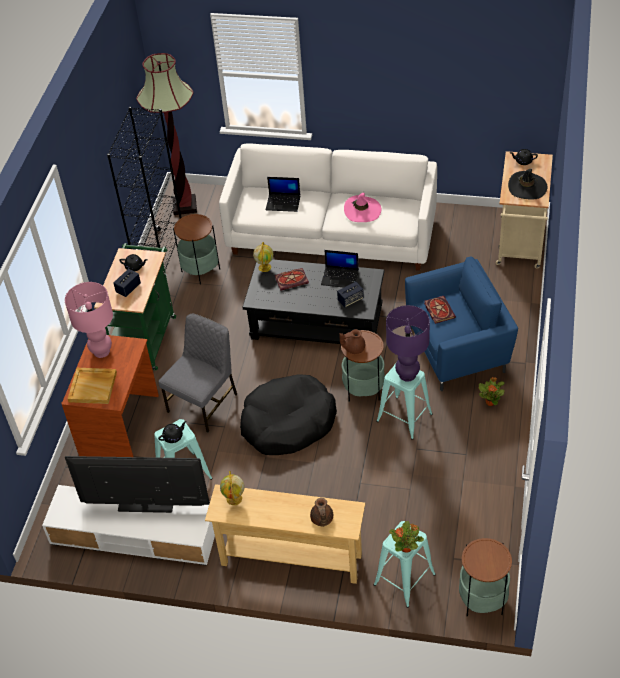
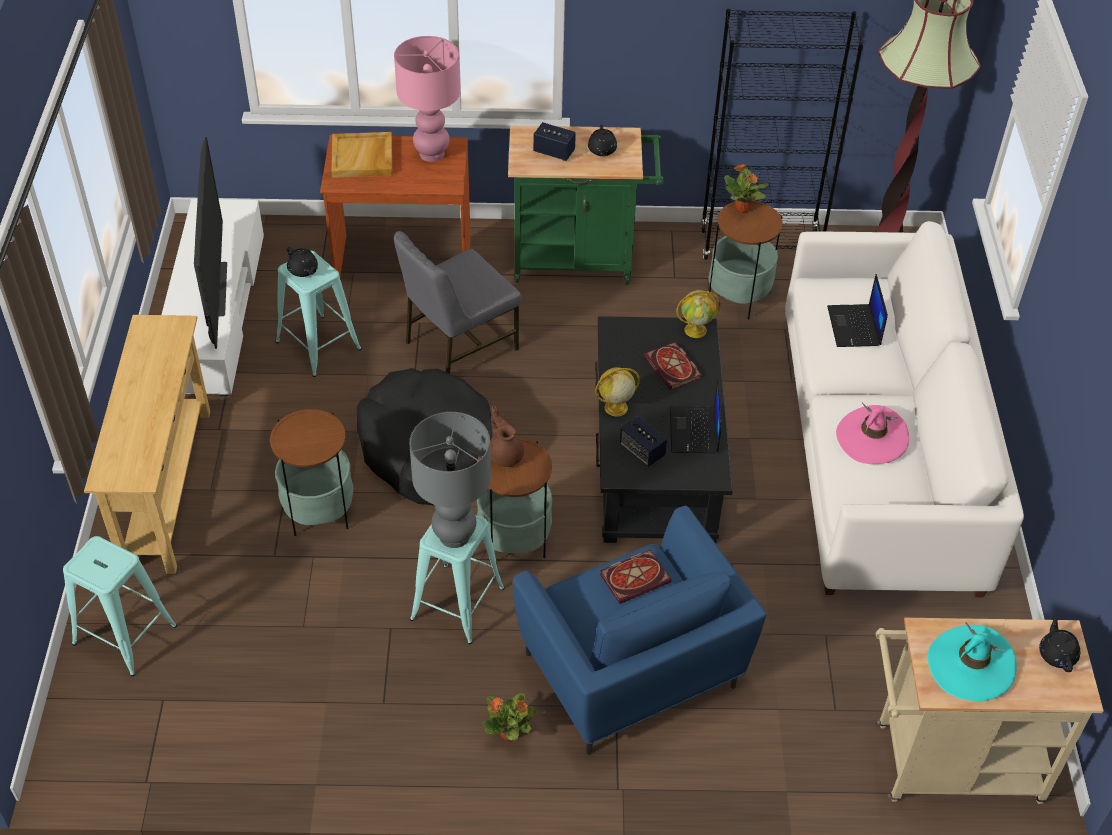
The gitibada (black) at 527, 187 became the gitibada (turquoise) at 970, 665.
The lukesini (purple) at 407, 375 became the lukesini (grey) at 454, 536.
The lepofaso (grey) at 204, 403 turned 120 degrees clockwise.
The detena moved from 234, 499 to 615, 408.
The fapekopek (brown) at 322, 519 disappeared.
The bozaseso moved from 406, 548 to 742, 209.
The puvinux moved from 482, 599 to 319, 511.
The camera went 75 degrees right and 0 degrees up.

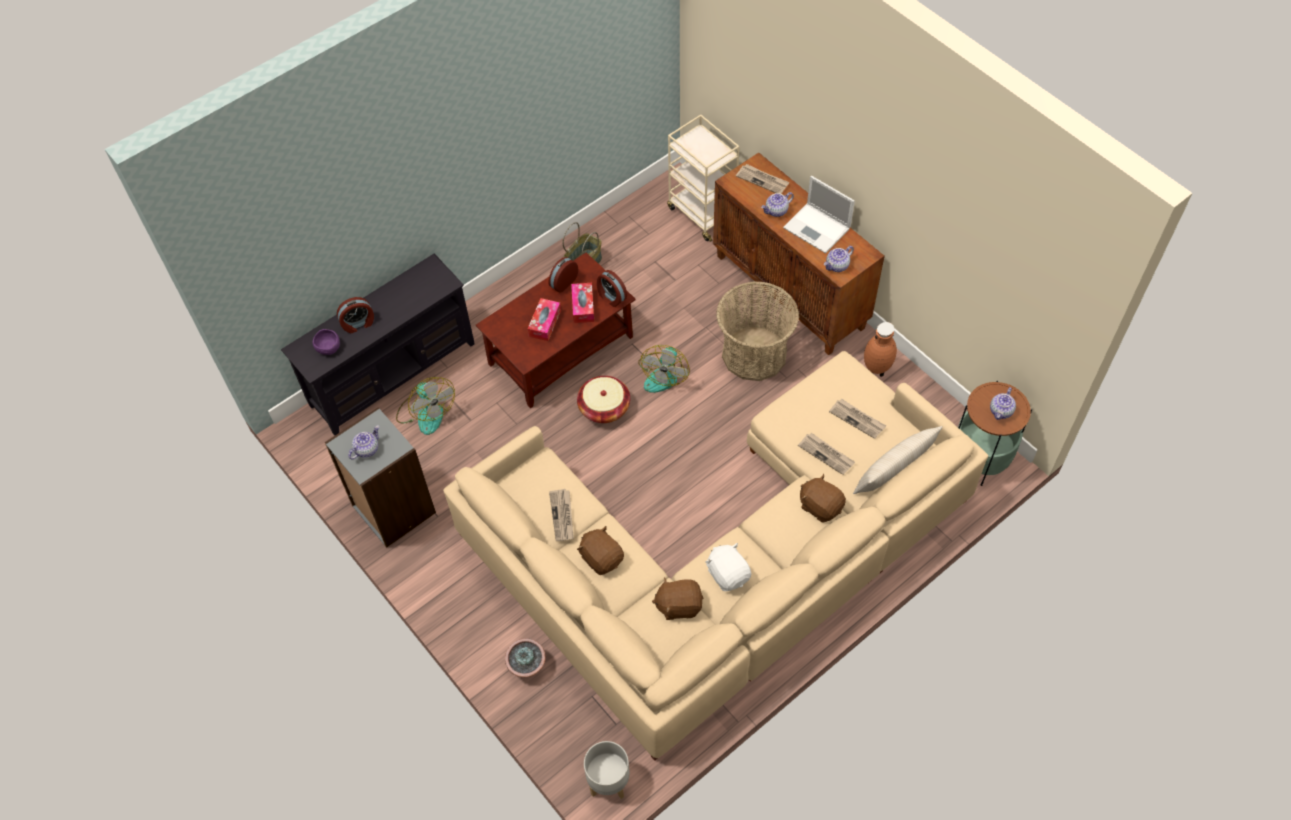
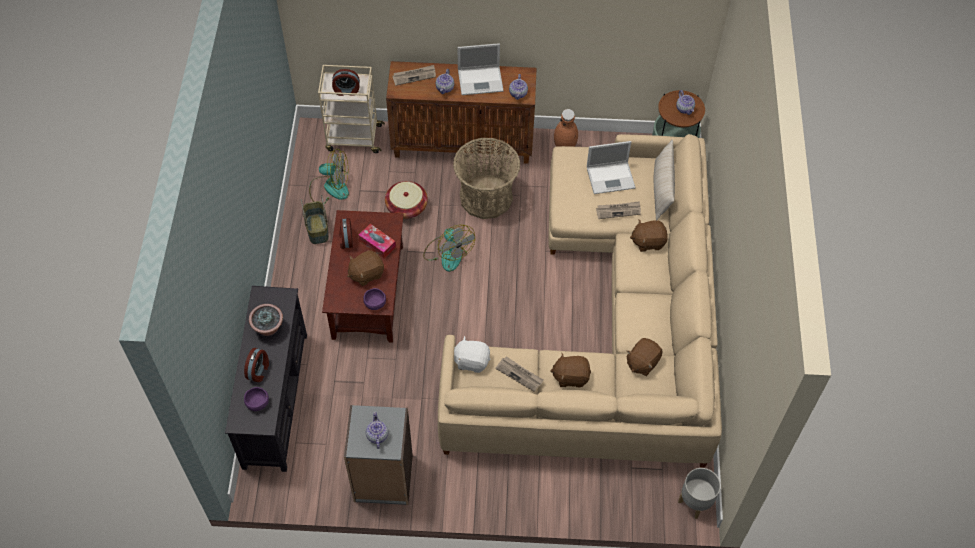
The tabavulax moved from 611, 297 to 346, 91.
The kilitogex at 545, 323 was replaced by the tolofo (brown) at 366, 274.
The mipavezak moved from 604, 408 to 406, 207.
The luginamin moved from 426, 412 to 330, 188.
The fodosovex at 857, 419 was replaced by the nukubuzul at 611, 177.
The tolofo (white) moved from 728, 574 to 471, 361.
The bozaseso moved from 527, 666 to 268, 328.
The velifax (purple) at 375, 303 appeared.
The camera went 50 degrees left and 0 degrees up.

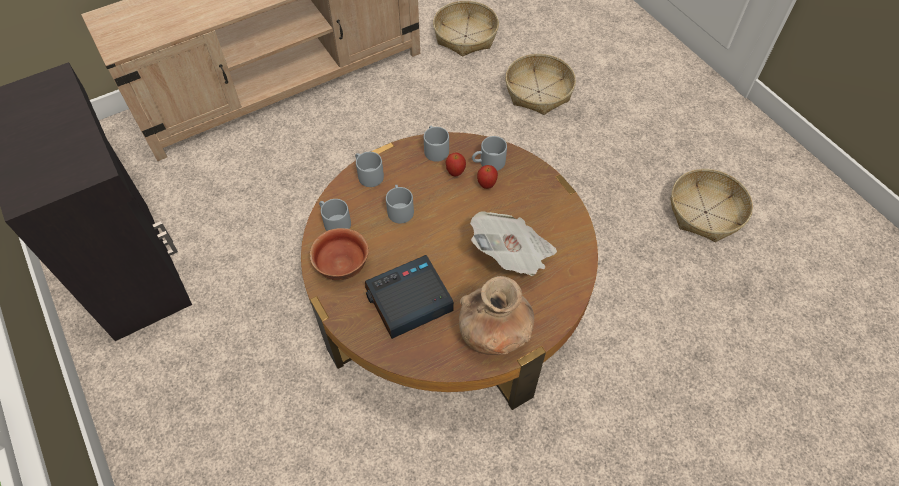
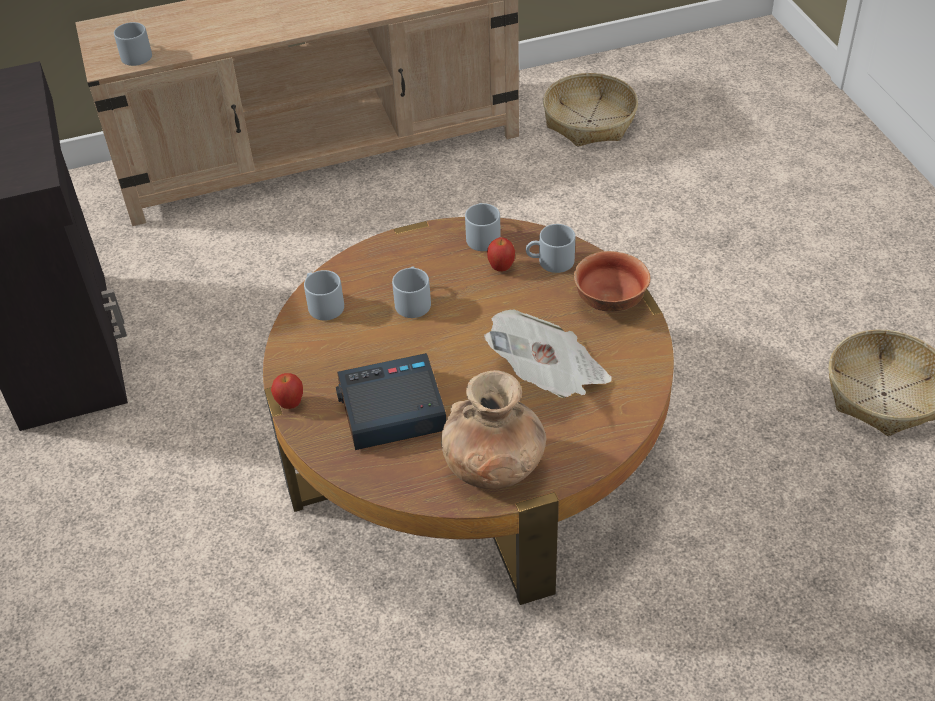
The mipavezak at 538, 91 disappeared.
The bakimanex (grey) moved from 367, 174 to 134, 54.
The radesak moved from 486, 185 to 290, 404.
The velifax moved from 342, 265 to 609, 300.
The camera went 15 degrees right and 10 degrees down.

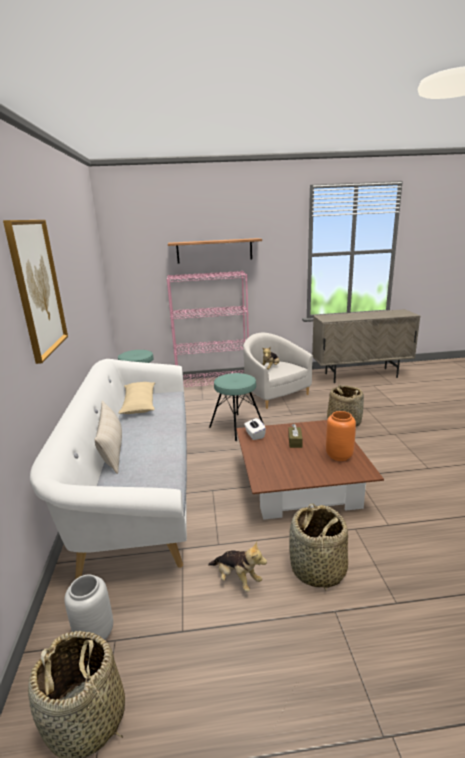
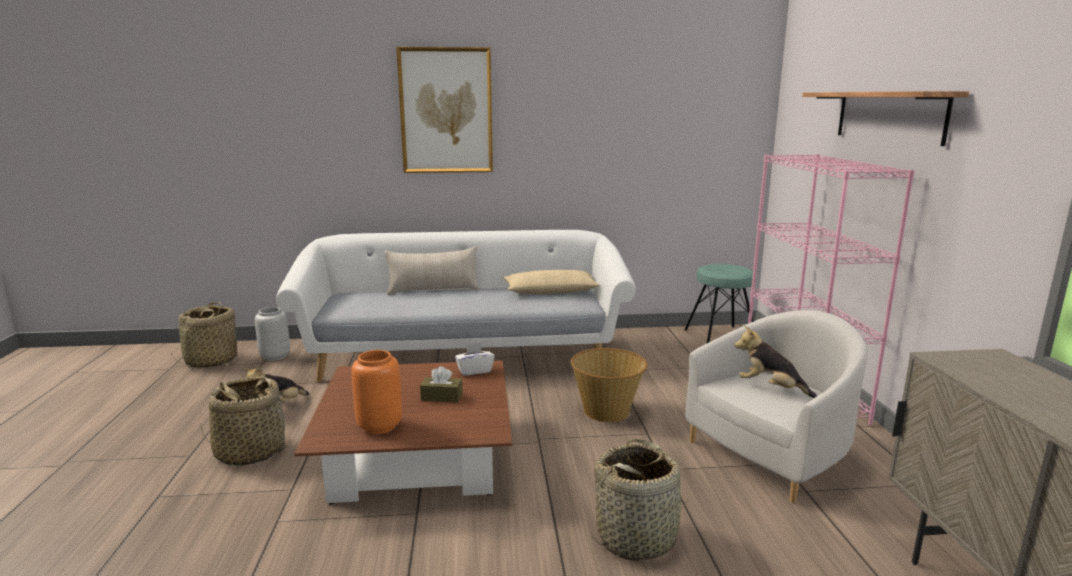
The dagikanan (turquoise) at 236, 427 was replaced by the mipavezak at 607, 411.
The camera went 90 degrees right and 5 degrees down.

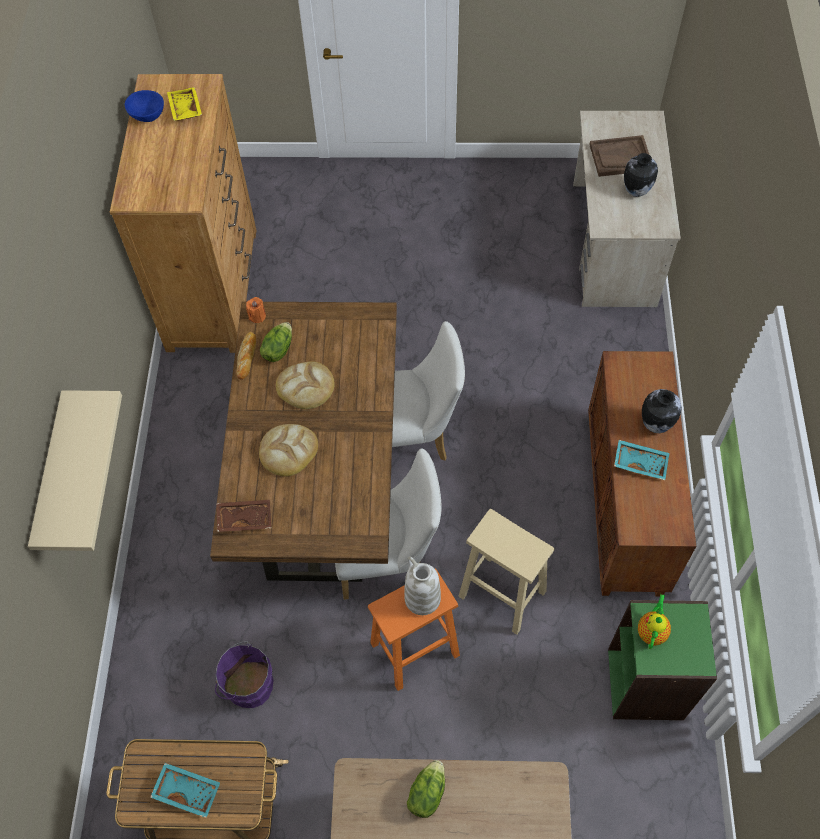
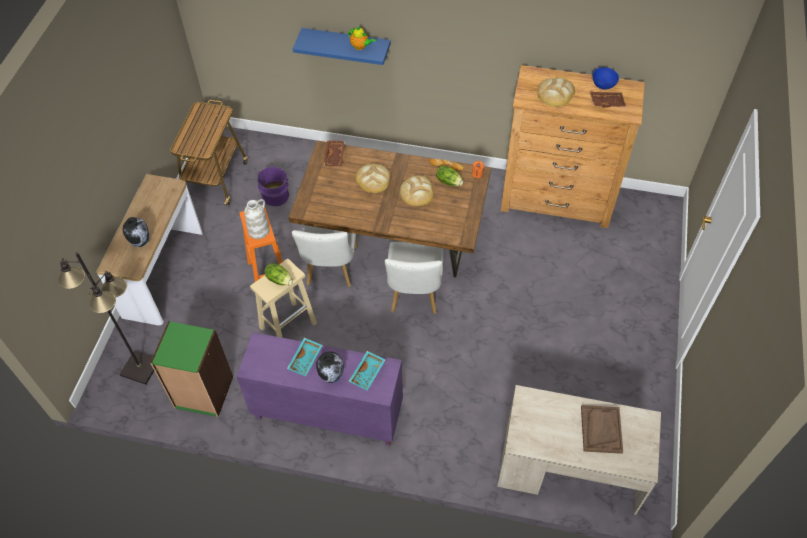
The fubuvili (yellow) at 184, 109 became the fubuvili (brown) at 606, 102.
The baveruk moved from 635, 191 to 141, 242.
The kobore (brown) at 625, 507 became the kobore (purple) at 327, 414.
The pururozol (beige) at 52, 476 became the pururozol (blue) at 346, 44.
The fapekopek moved from 652, 630 to 360, 47.
The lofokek moved from 426, 793 to 279, 279.
The fubuvili (turquoise) moved from 187, 790 to 368, 373.
The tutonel at 555, 94 appeared.
The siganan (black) at 140, 367 appeared.
The camera went 100 degrees right and 5 degrees down.

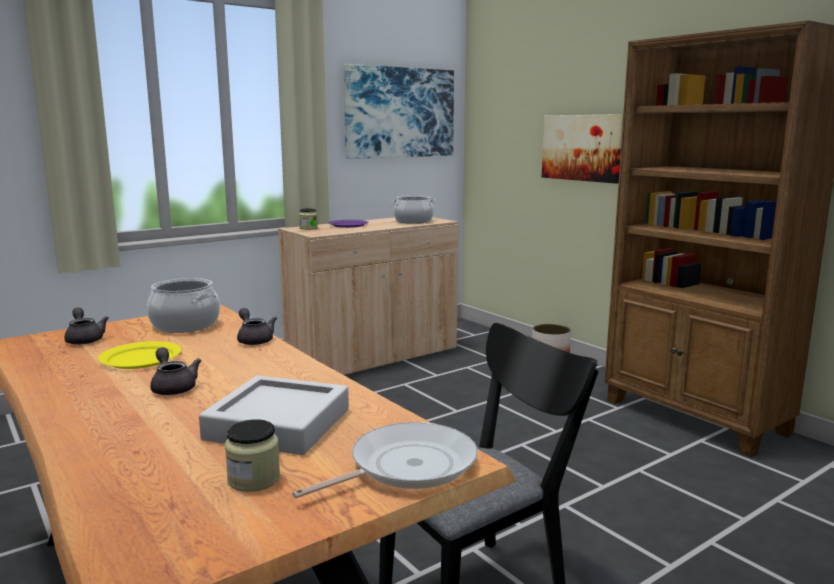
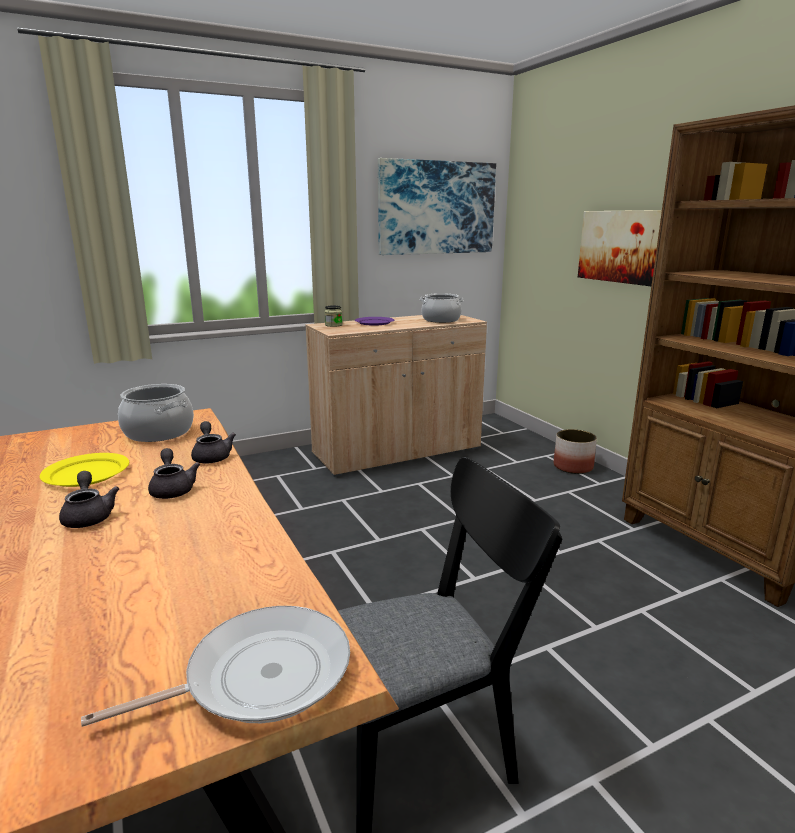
The fapekopek (grey) moved from 85, 339 to 172, 489.
The fubuvili (grey) at 278, 424 disappeared.
The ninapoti at 254, 479 disappeared.
The camera went 10 degrees right and 5 degrees up.

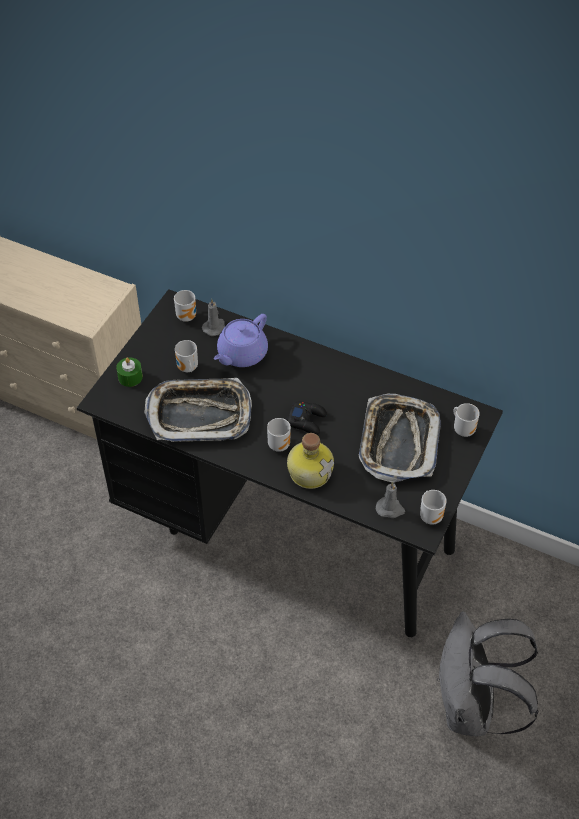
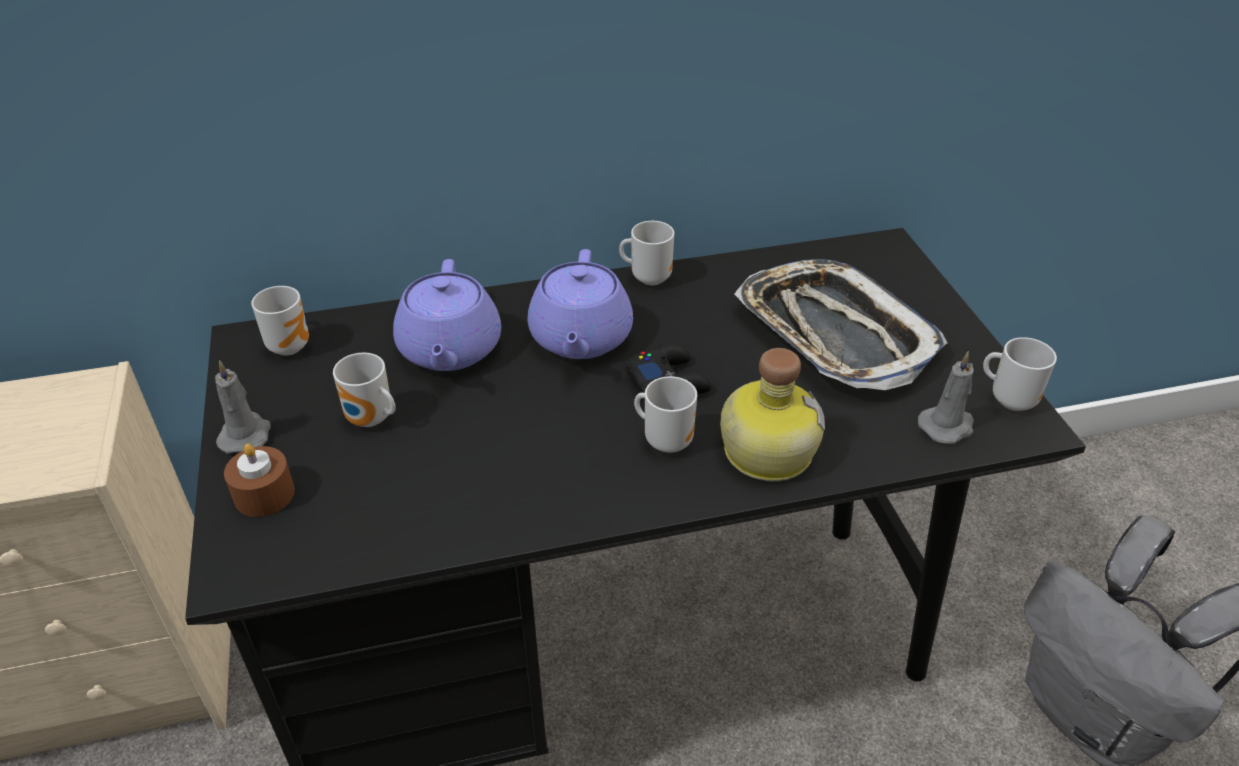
The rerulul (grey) moved from 214, 327 to 246, 434.
The rerulul (green) at 130, 377 became the rerulul (brown) at 264, 494.
The fubuvili at 199, 414 disappeared.
The bakimanex moved from 463, 429 to 648, 277.
The fapekopek (purple) at 580, 338 appeared.
The camera went 40 degrees left and 10 degrees down.

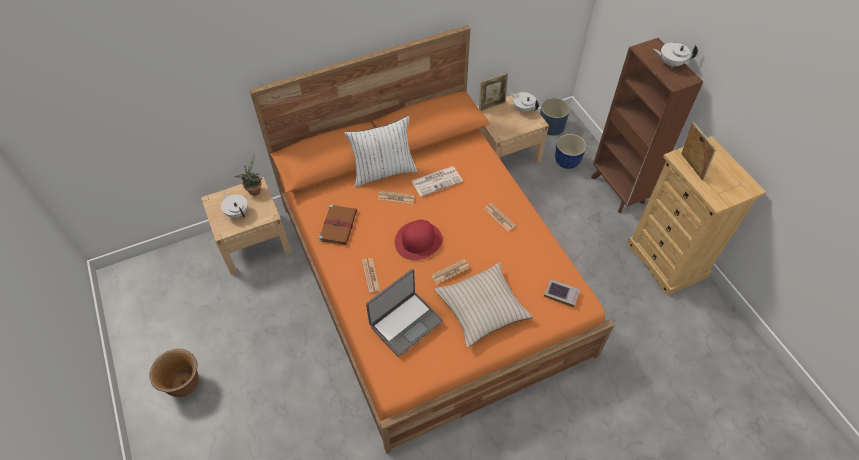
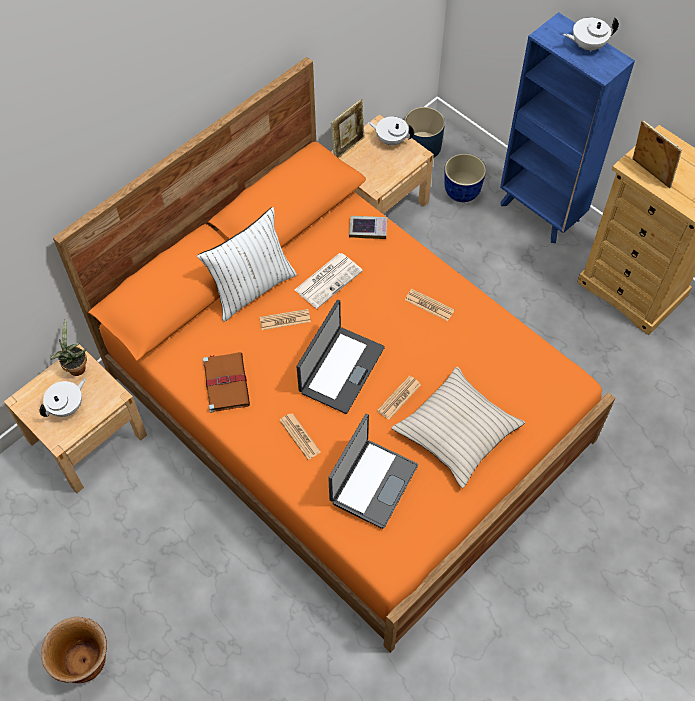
The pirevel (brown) at 618, 190 became the pirevel (blue) at 540, 213.
The fapekopek (white) at 237, 212 turned 105 degrees clockwise.
The gitibada (red) at 418, 240 was replaced by the nukubuzul at 340, 369.
The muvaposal moved from 561, 294 to 368, 229.
The camera went 20 degrees left and 5 degrees up.

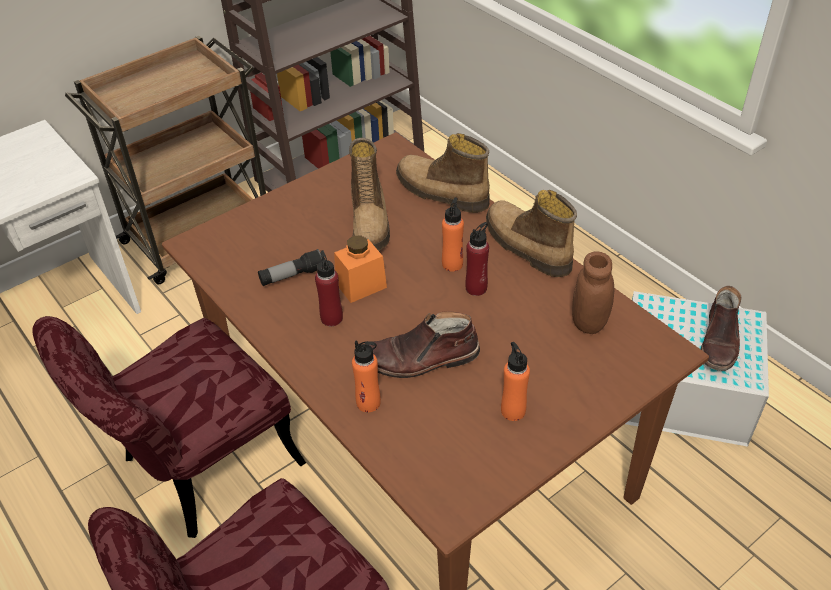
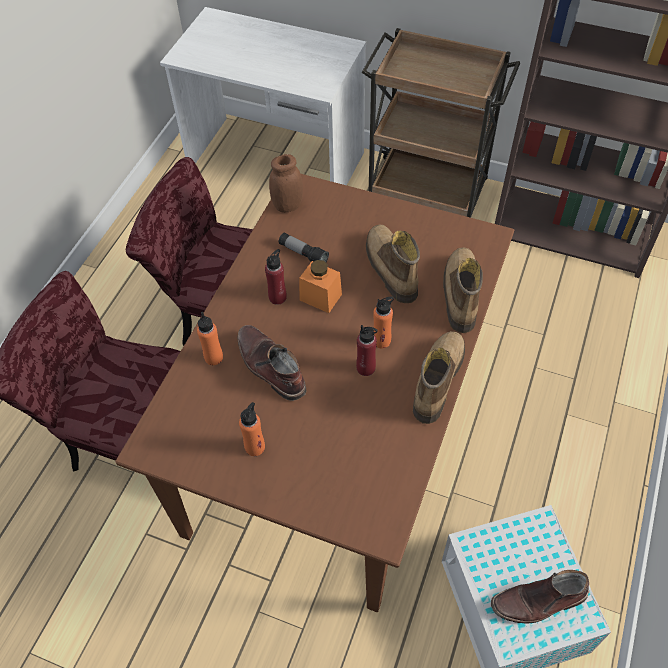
The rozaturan at 370, 223 turned 105 degrees clockwise.
The ninapoti (brown) moved from 588, 322 to 287, 206.
The camera went 60 degrees right and 10 degrees up.

